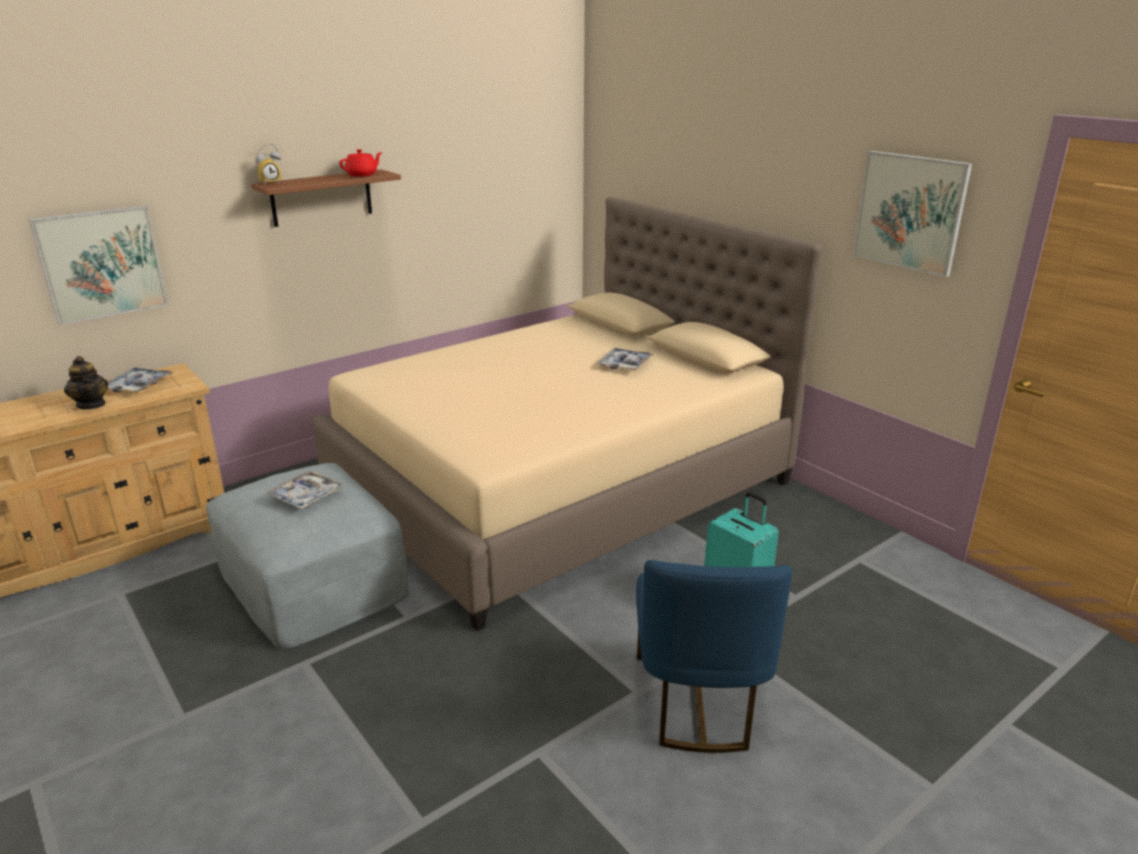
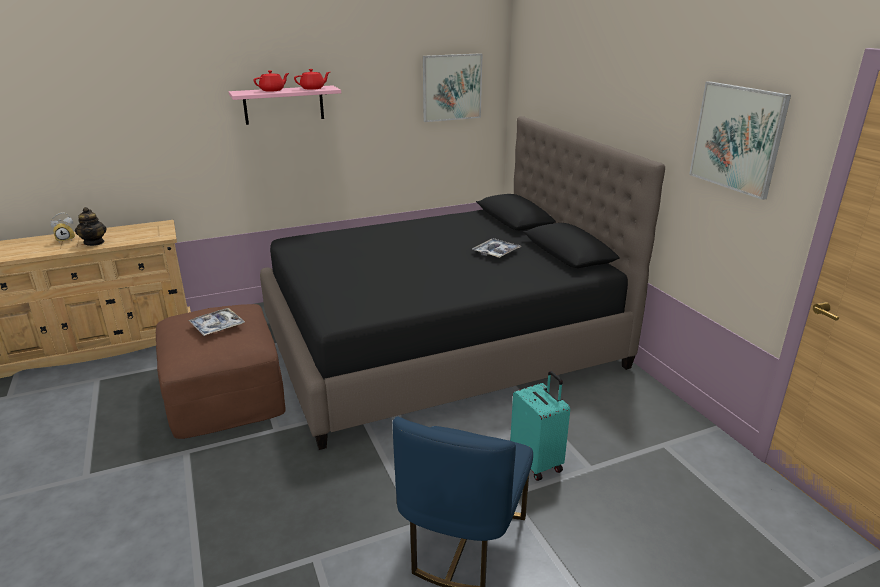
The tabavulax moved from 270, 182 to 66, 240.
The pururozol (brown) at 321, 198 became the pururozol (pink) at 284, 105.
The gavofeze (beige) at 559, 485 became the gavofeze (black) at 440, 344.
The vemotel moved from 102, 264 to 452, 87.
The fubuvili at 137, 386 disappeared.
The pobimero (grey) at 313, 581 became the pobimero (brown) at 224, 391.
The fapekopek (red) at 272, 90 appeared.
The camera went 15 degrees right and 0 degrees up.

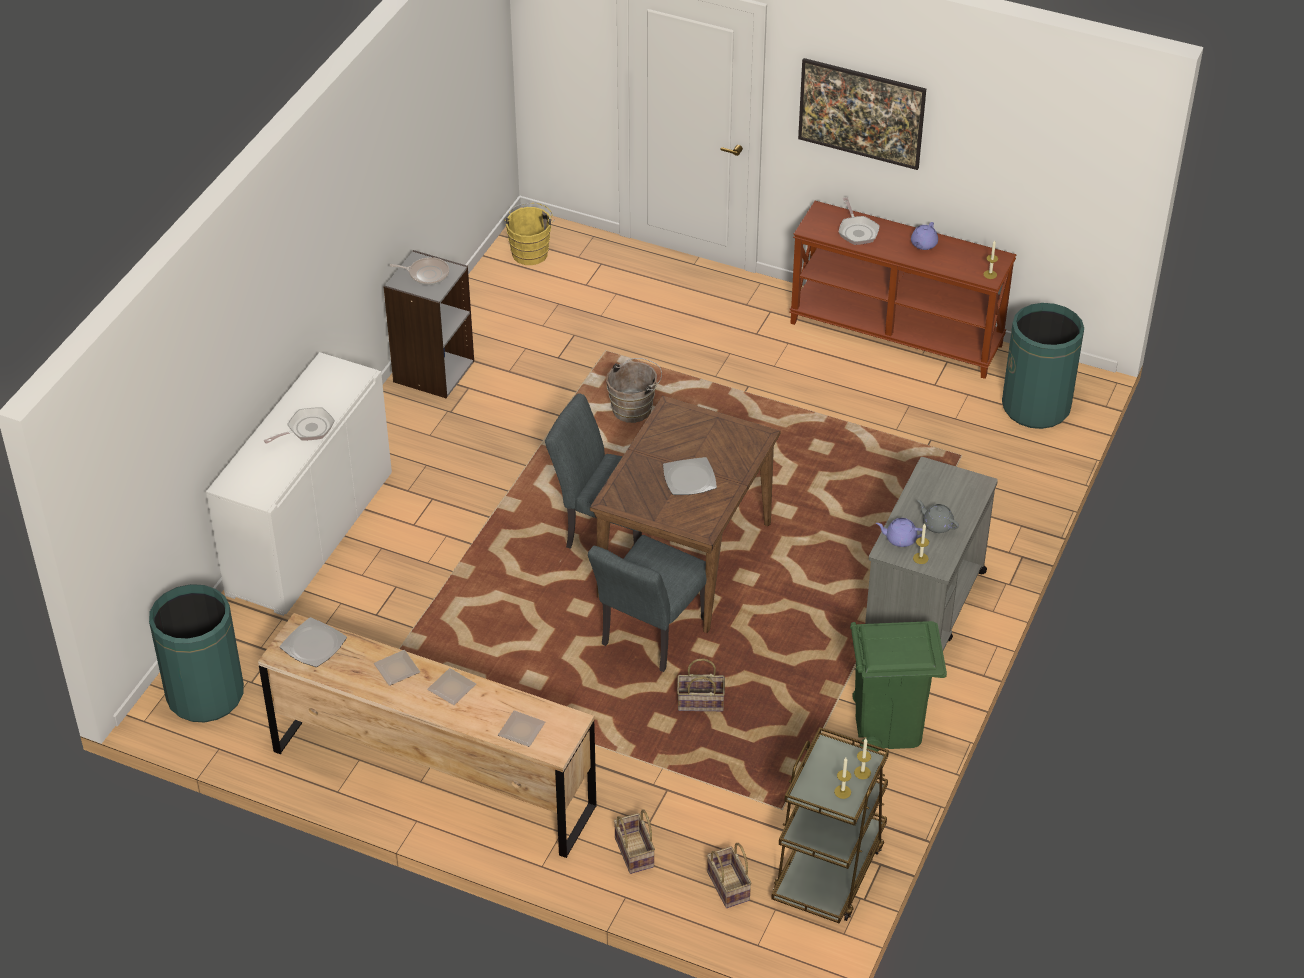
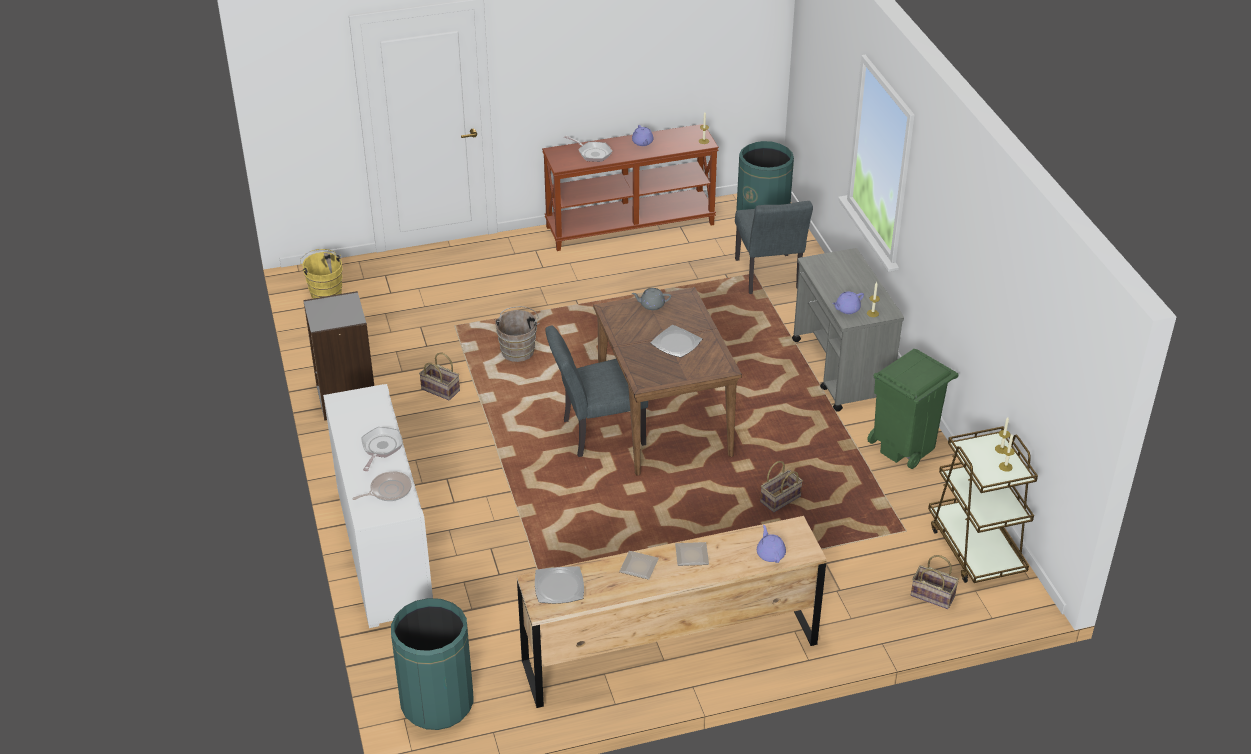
The vemotel at 860, 133 disappeared.
The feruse moved from 426, 274 to 388, 490.
The fapekopek (grey) moved from 937, 524 to 651, 305.
The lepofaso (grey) moved from 649, 637 to 769, 278.
The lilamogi at 520, 731 was replaced by the fapekopek (purple) at 770, 554.
The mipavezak moved from 635, 853 to 441, 389.
The camera went 40 degrees left and 5 degrees down.

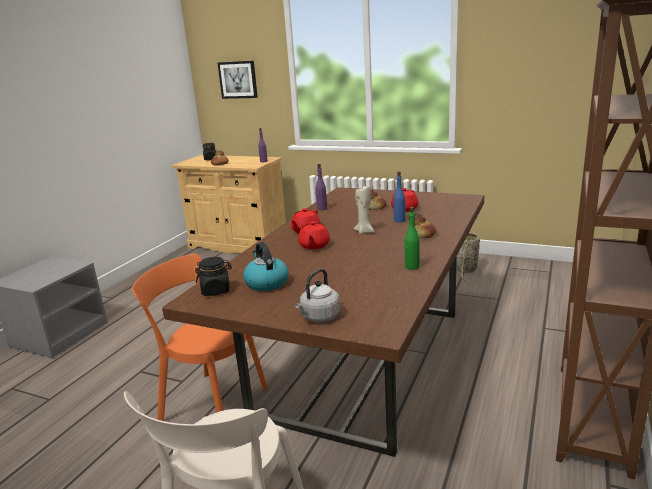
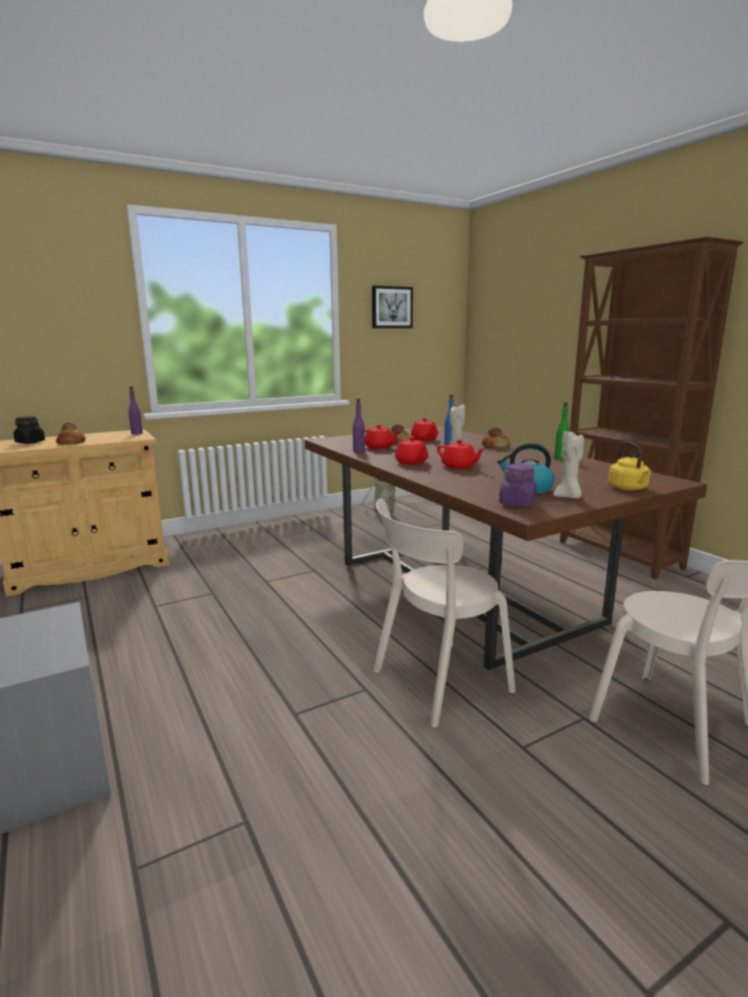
The vemotel moved from 238, 79 to 391, 307.
The lepofaso (orange) at 210, 403 became the lepofaso (beige) at 436, 683.
The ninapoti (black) at 216, 290 became the ninapoti (purple) at 517, 503.
The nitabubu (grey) at 319, 317 became the nitabubu (yellow) at 629, 489.
The fapekopek (red) at 379, 447 appeared.
The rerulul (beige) at 568, 497 appeared.
The camera went 55 degrees left and 5 degrees down.

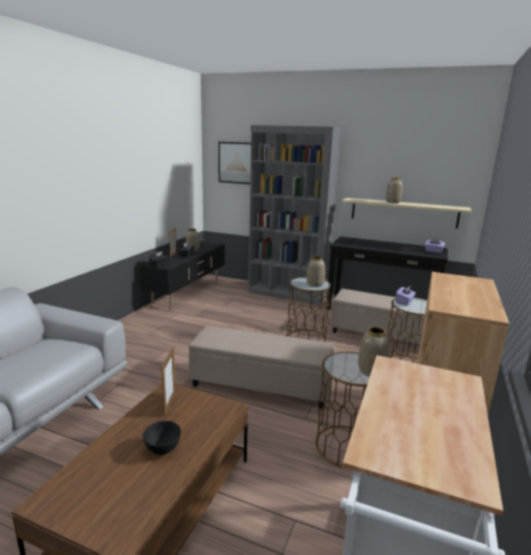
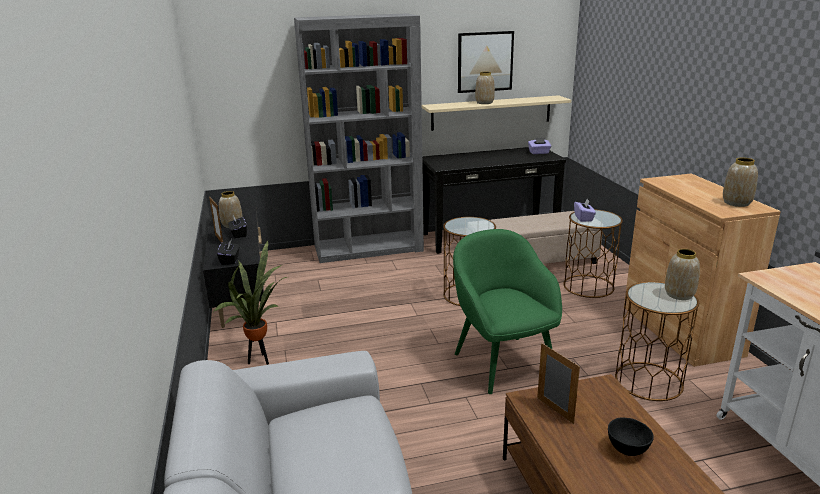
The vemotel moved from 237, 163 to 485, 62.
The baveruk moved from 315, 284 to 736, 203.
The pobimero (beige) at 261, 384 was replaced by the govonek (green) at 503, 362.
The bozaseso at 261, 360 appeared.
The camera went 35 degrees left and 5 degrees up.

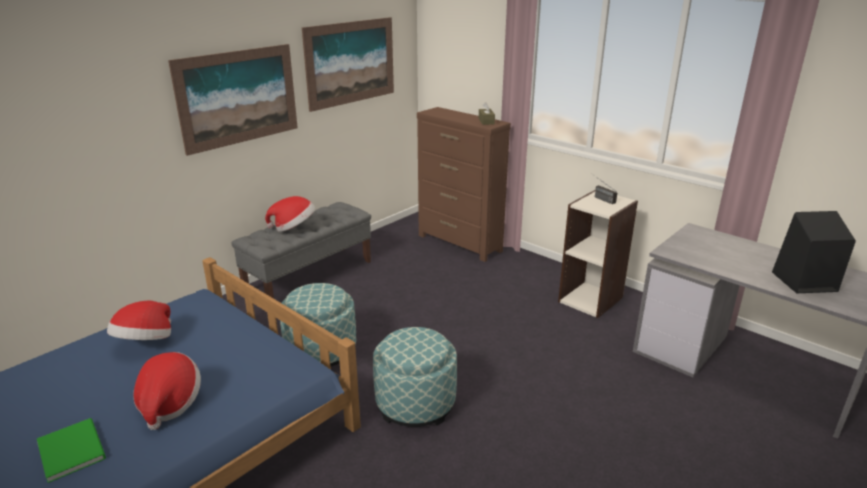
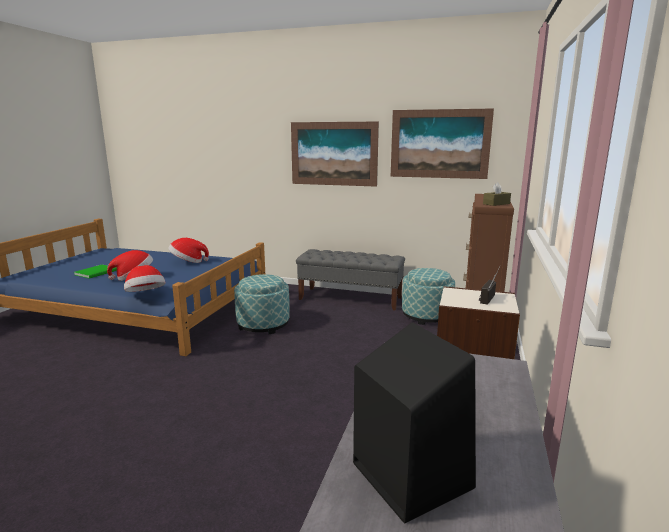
The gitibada moved from 294, 227 to 146, 295.
The pobimero moved from 415, 403 to 426, 315.
The camera went 65 degrees right and 10 degrees down.

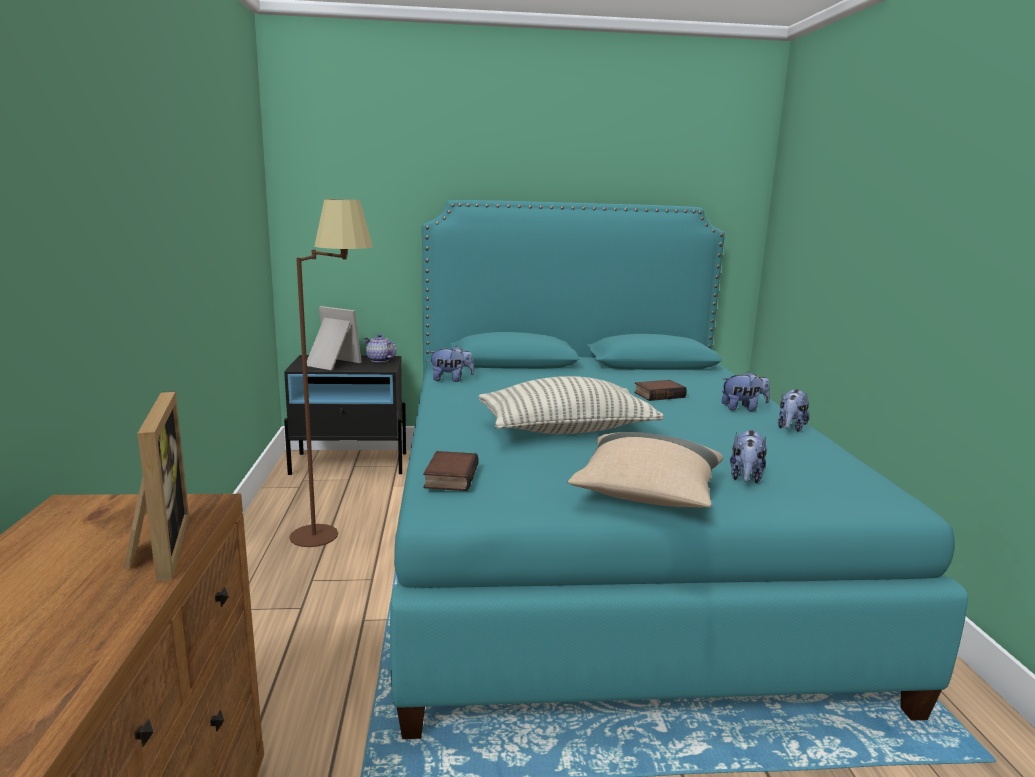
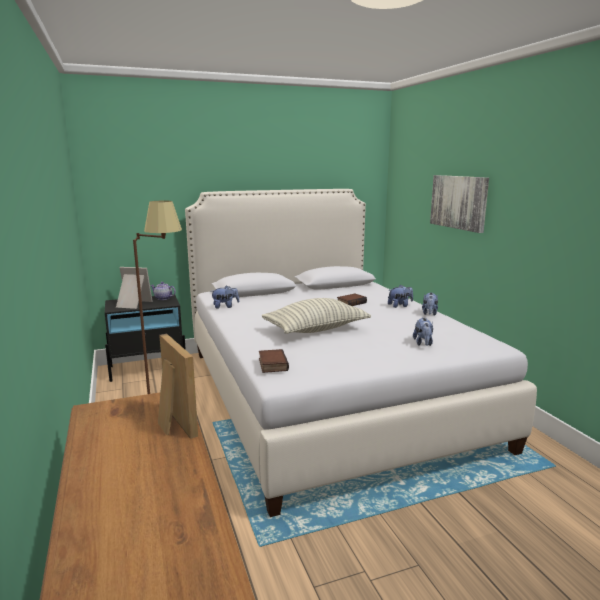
The gavofeze (turquoise) at 598, 544 became the gavofeze (white) at 326, 395.
The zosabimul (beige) at 646, 495 disappeared.
The vemotel at 459, 202 appeared.
The camera went 15 degrees left and 0 degrees up.

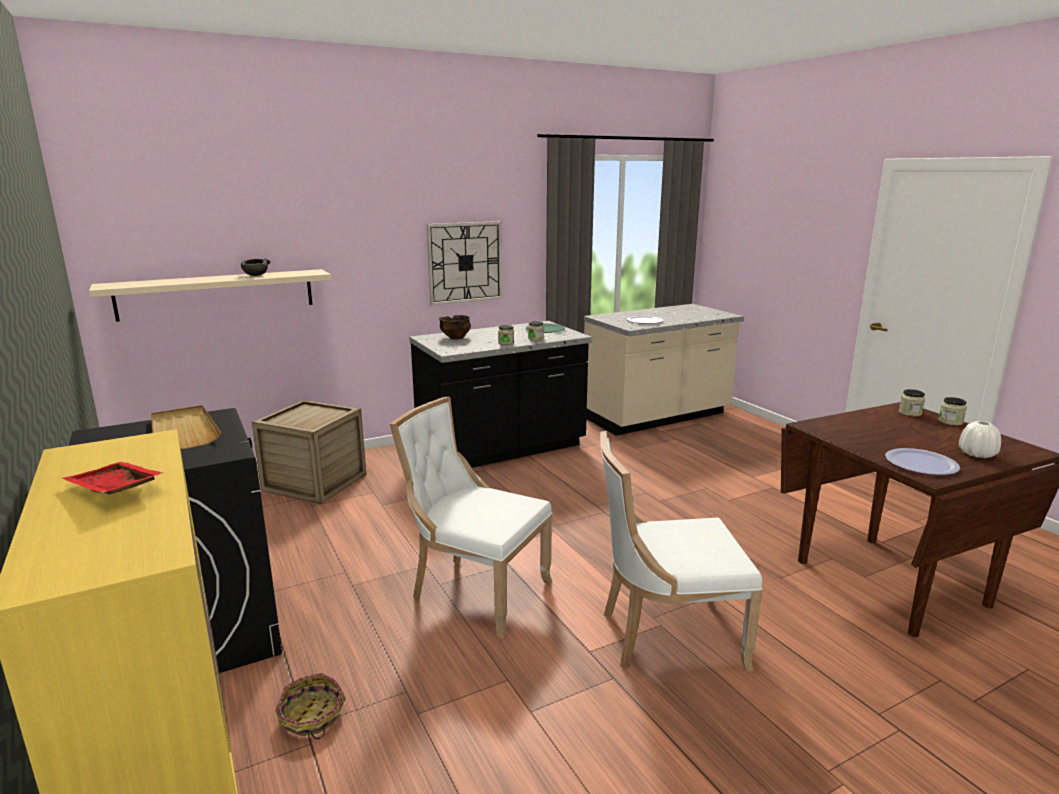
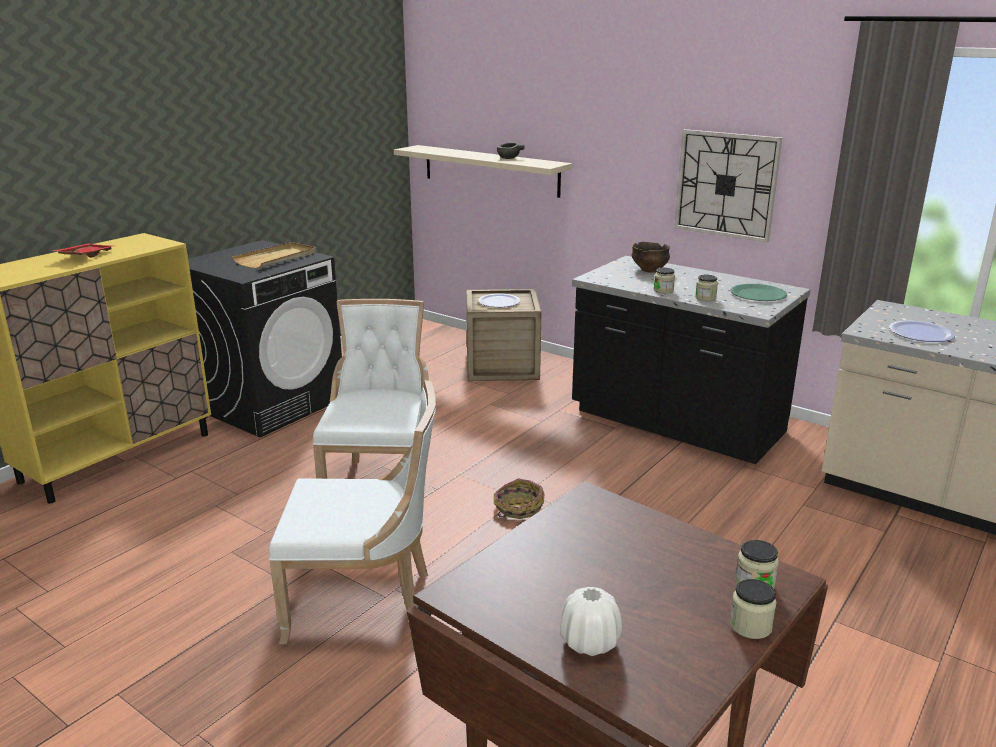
The lepofaso (white) at 665, 636 turned 120 degrees clockwise.
The lilamogi moved from 921, 464 to 499, 302.
The mipavezak moved from 311, 717 to 518, 508.
The camera went 65 degrees right and 5 degrees up.

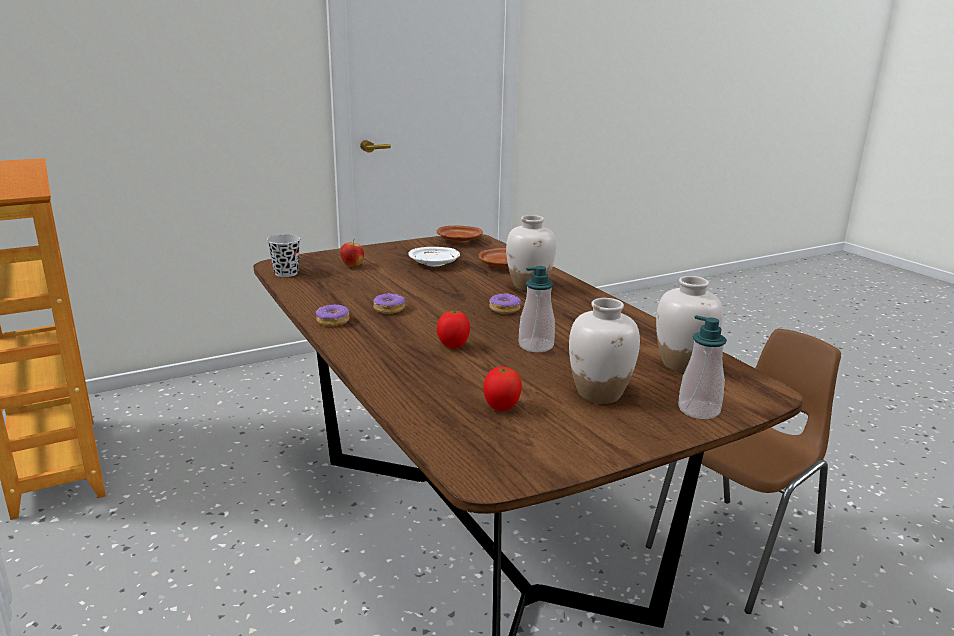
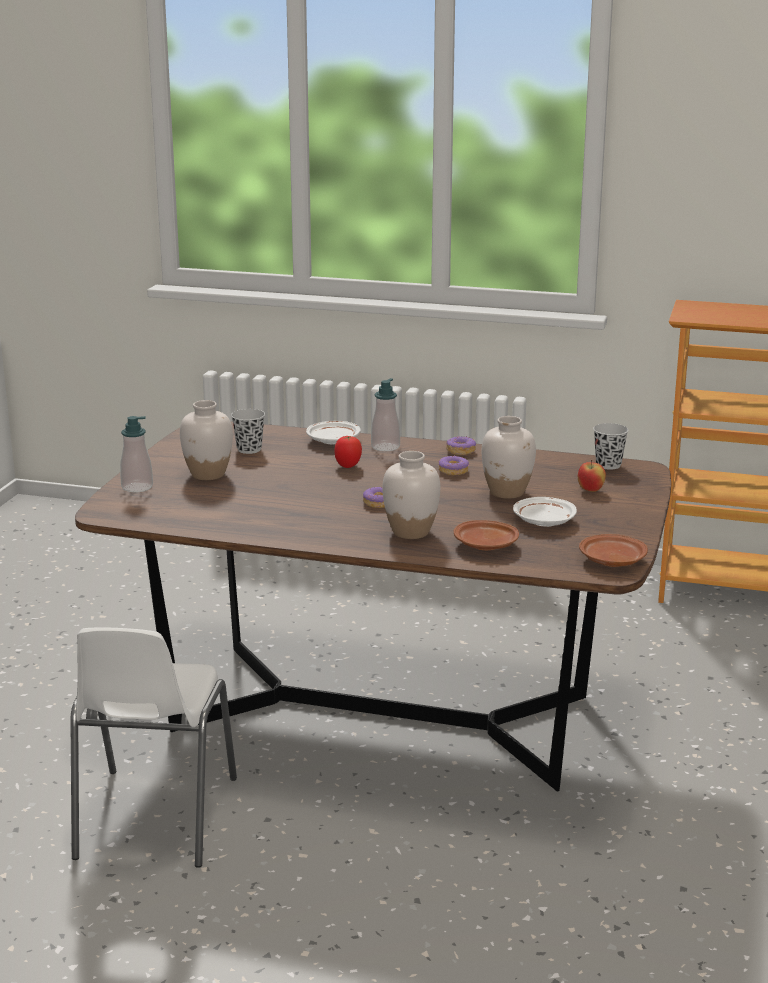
The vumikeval moved from 536, 346 to 385, 447.
The baveruk (white) moved from 682, 365 to 507, 492.
The lepofaso (brown) at 736, 550 became the lepofaso (white) at 154, 819.
The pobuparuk at 501, 408 was replaced by the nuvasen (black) at 249, 449.
The lilamogi (white) at 333, 440 appeared.
The camera went 135 degrees right and 0 degrees up.

